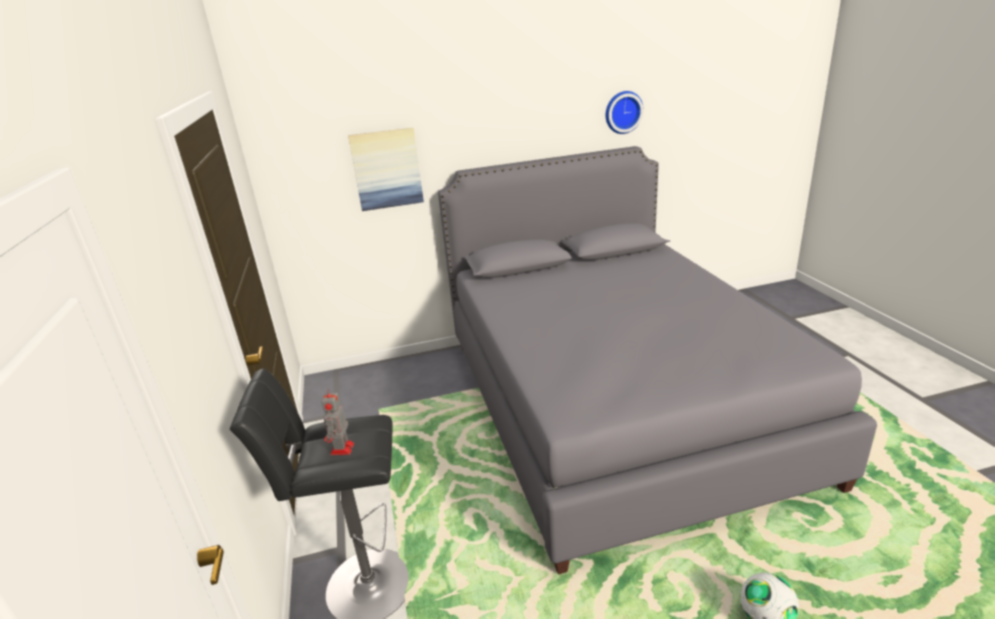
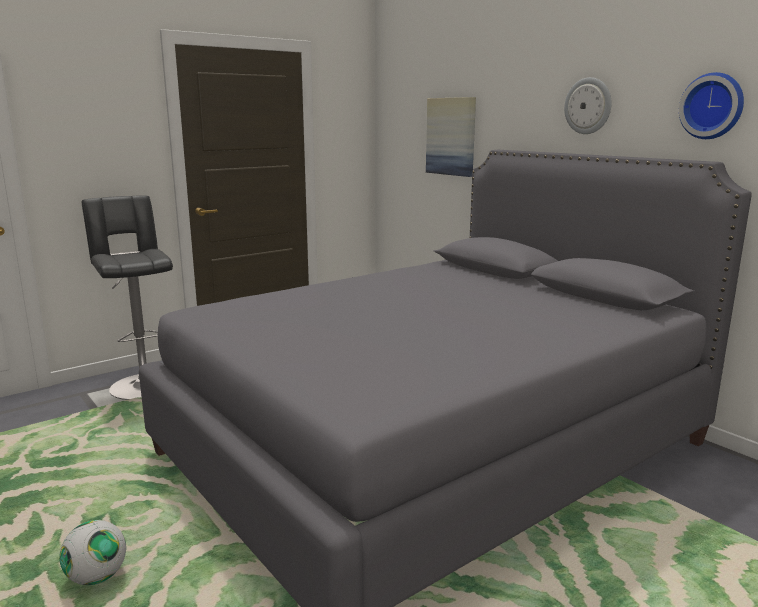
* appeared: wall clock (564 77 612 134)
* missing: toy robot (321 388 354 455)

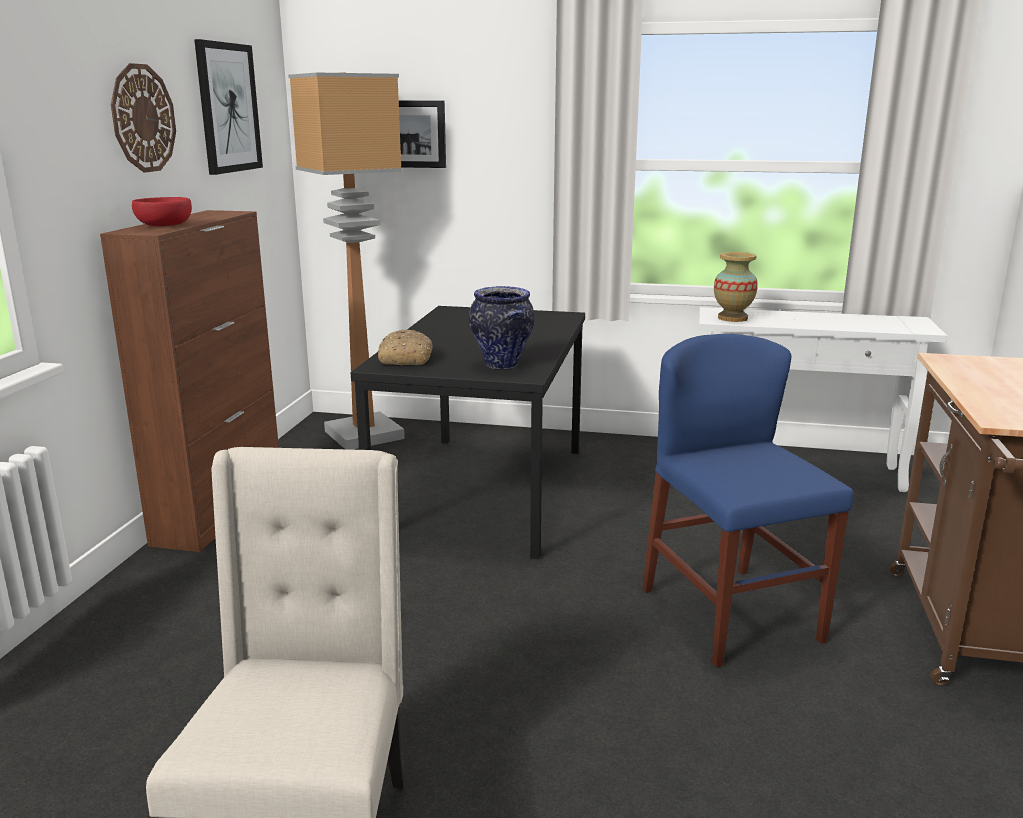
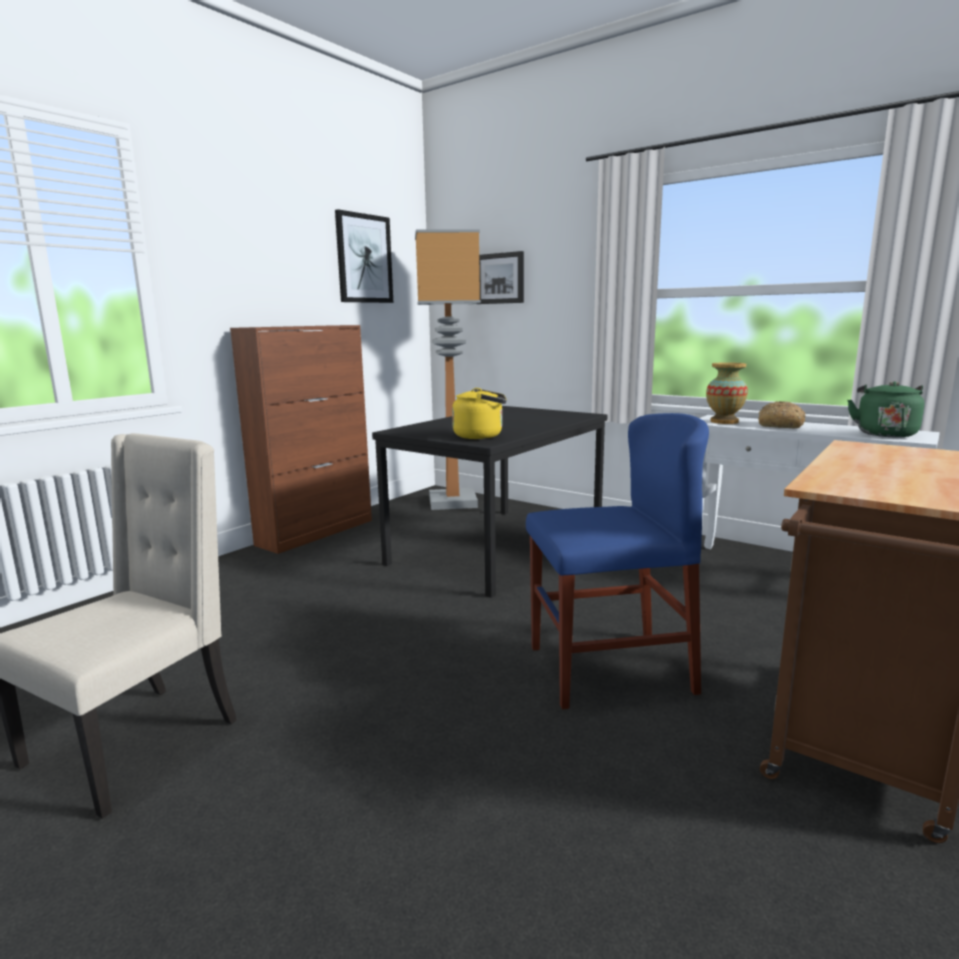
* exchanged: vase (469 286 534 369) to yellow kettle (452 388 507 439)
* spun: blue chair (642 334 854 667) = (526 413 709 709) 75 degrees clockwise
* relocated: bread (378 329 432 365) to (759 401 805 428)
* appeared: green kettle (848 381 924 437)
* missing: wall clock (111 63 176 173)
* missing: red bowl (132 197 192 226)

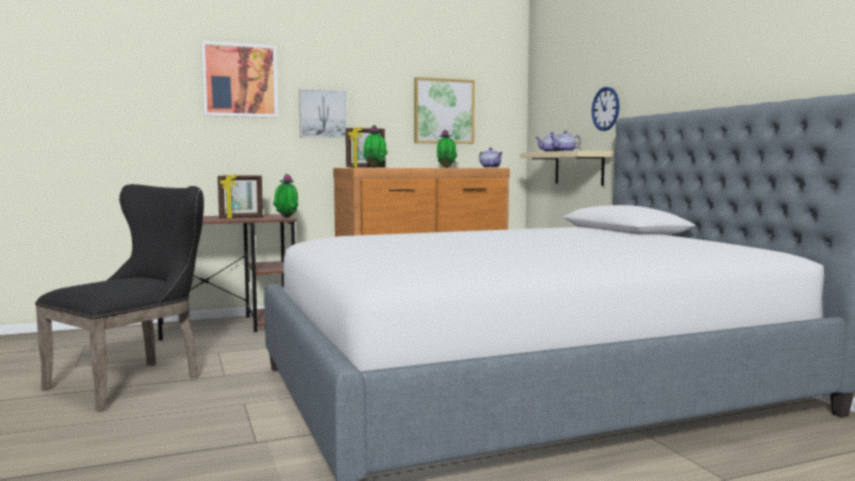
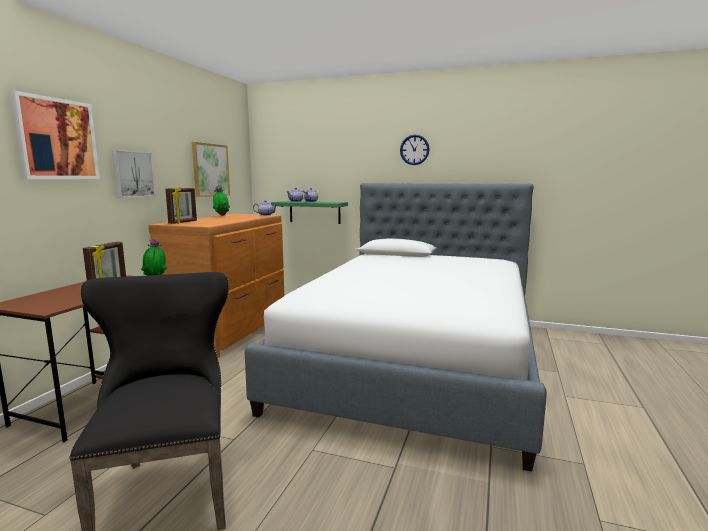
* colour: beige shelf (520 151 613 186) to green shelf (271 201 348 224)
* relocated: wall clock (591 87 619 131) to (400 135 430 165)
* missing: potted plant (363 125 388 168)

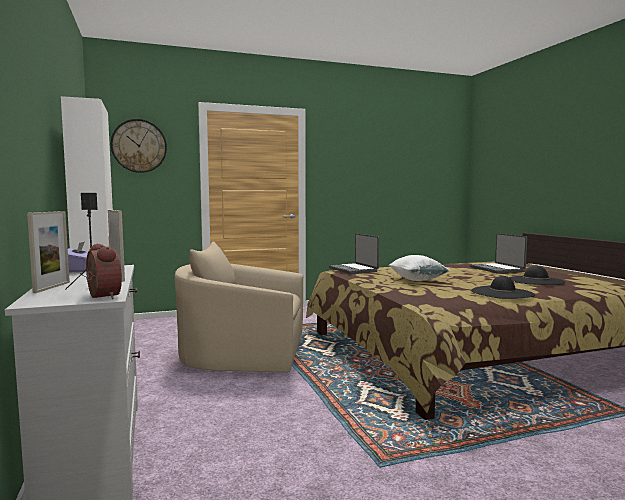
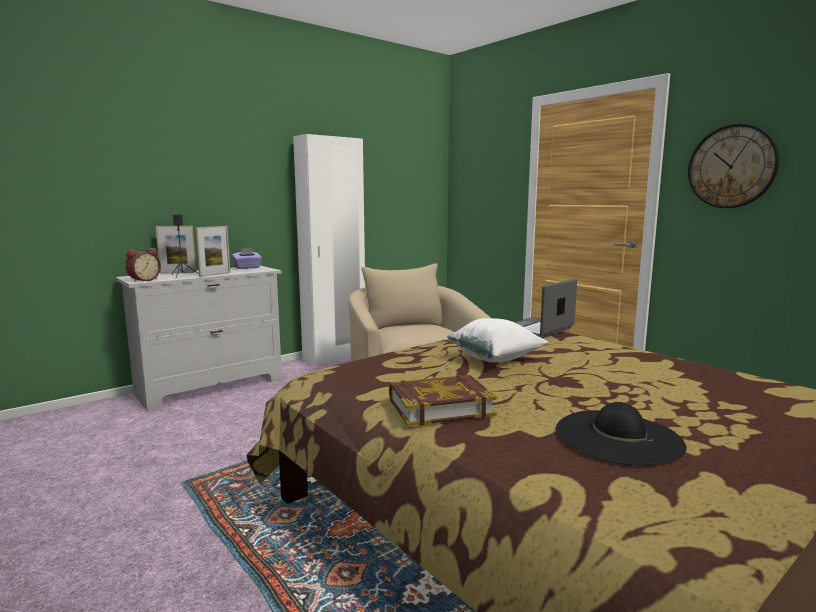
* exchanged: black hat (471 276 535 299) to book (389 375 498 426)
* relocated: wall clock (111 119 167 173) to (688 124 779 208)
* missing: laptop (470 233 527 274)

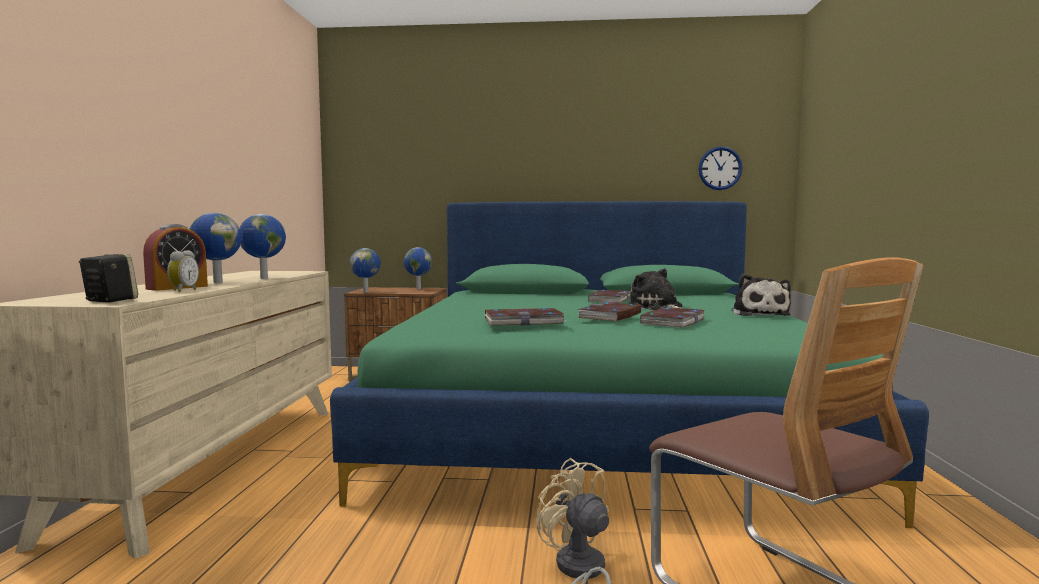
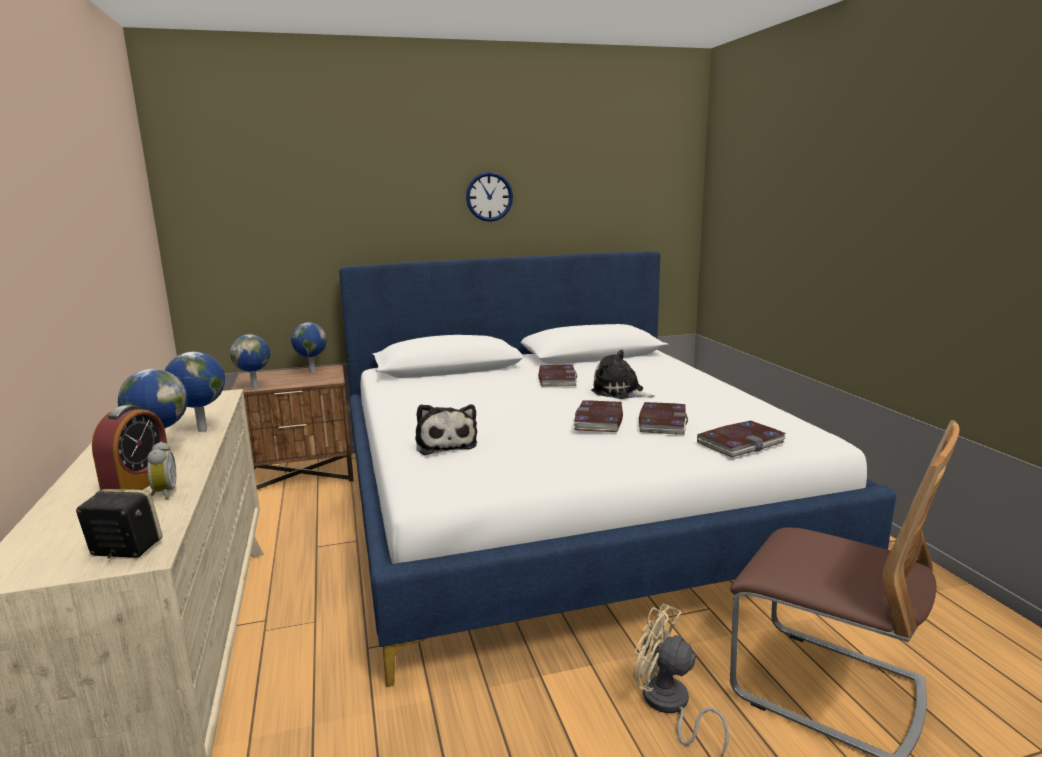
* colour: green bed (330 201 929 528) to white bed (339 251 896 687)
* relocated: plush toy (732 274 791 316) to (415 404 477 455)
* relocated: wall clock (698 147 743 190) to (466 172 513 222)
* relocated: book (484 308 566 325) to (697 421 786 457)

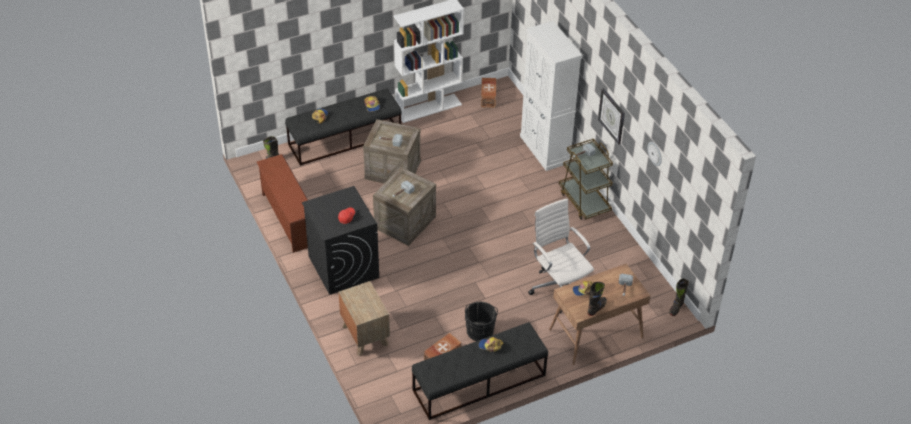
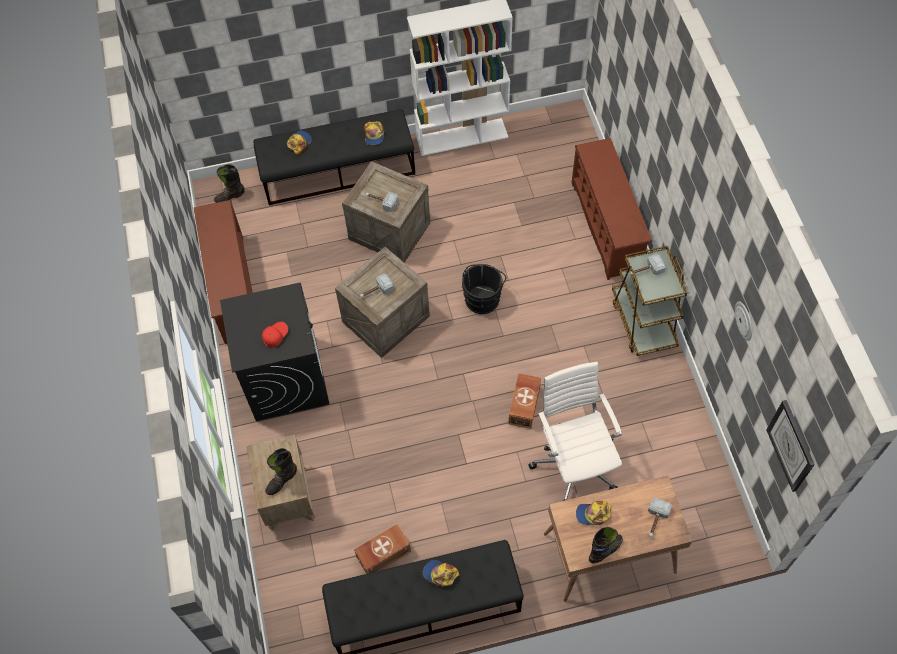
* relocated: black boot (669 279 689 316) to (265 448 297 495)
* relocated: black bucket (465 302 498 341) to (462 264 506 314)
* relocated: brown storage box (481 78 496 108) to (509 373 541 429)
* exchanged: white cabinet (520 21 582 171) to brown shoe rack (572 138 652 280)
* relocated: wall clock (598 88 625 145) to (766 400 815 492)

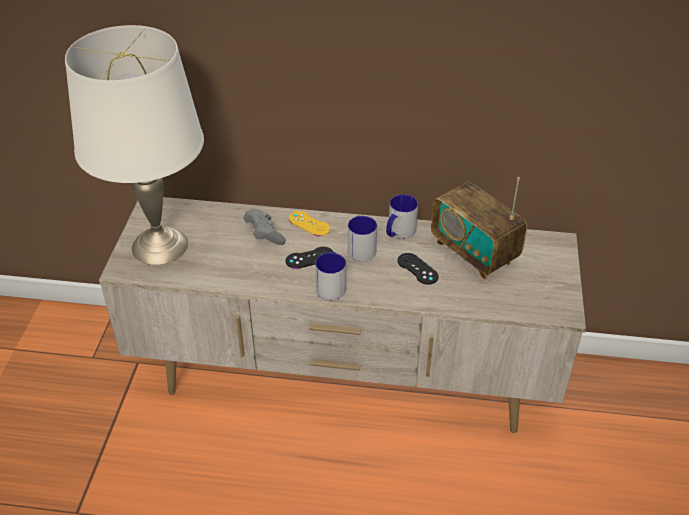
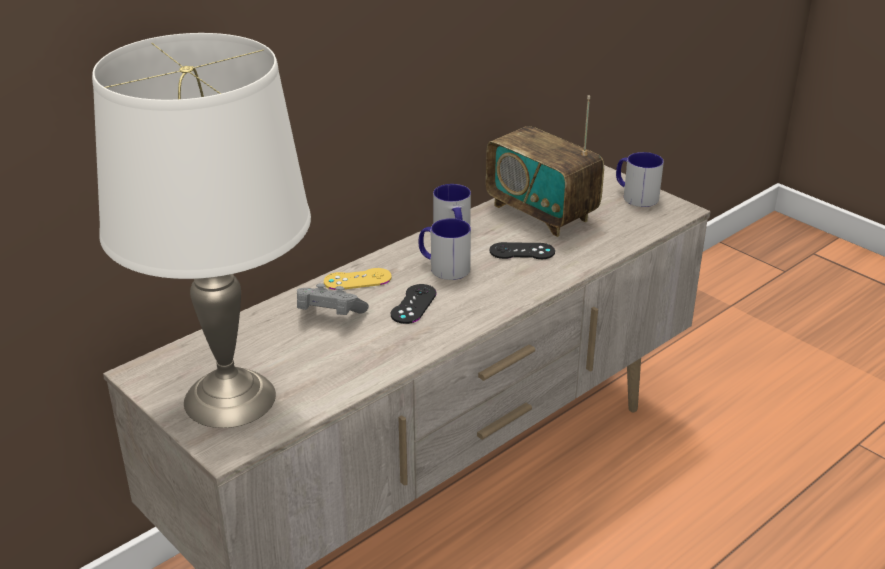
* spun: radio (431 177 527 279) = (486 95 604 237) 45 degrees clockwise
* relocated: mug (315 252 346 300) to (616 152 664 207)

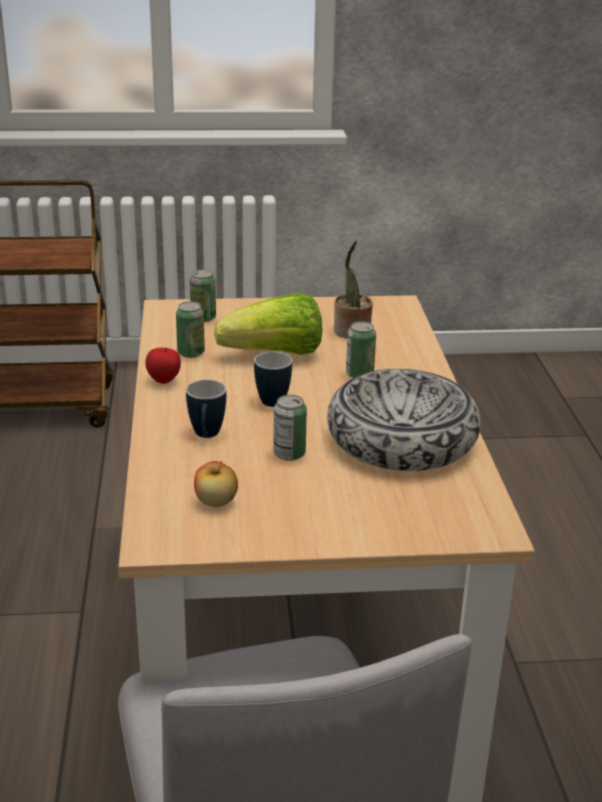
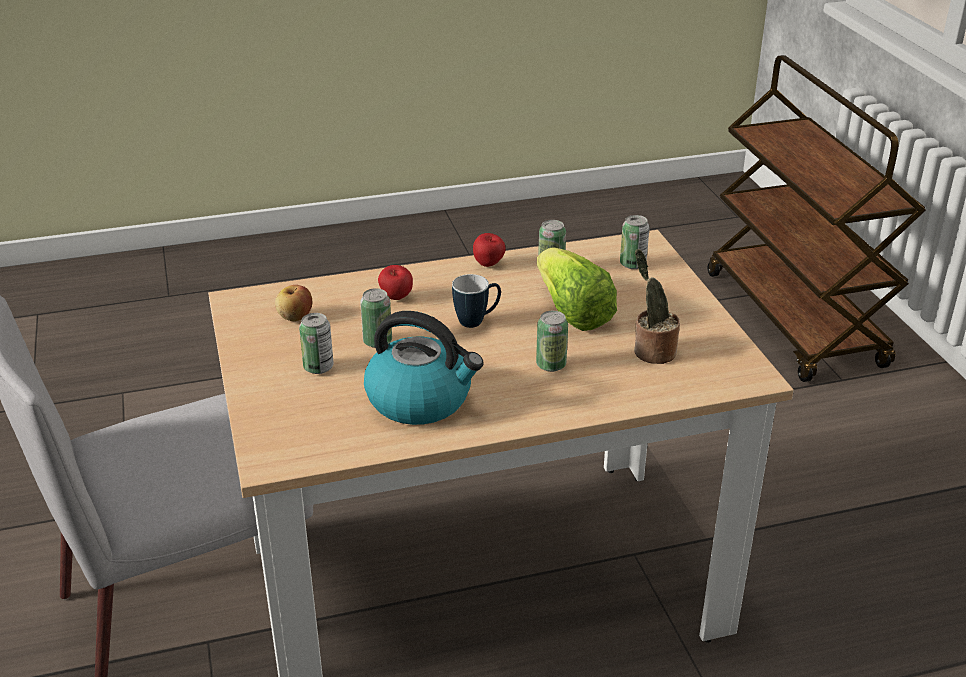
* appeared: can (299 313 334 374)
* exchanged: bowl (327 369 481 471) to kettle (364 311 484 425)
* exchanged: mug (186 380 226 438) to apple (378 265 413 300)

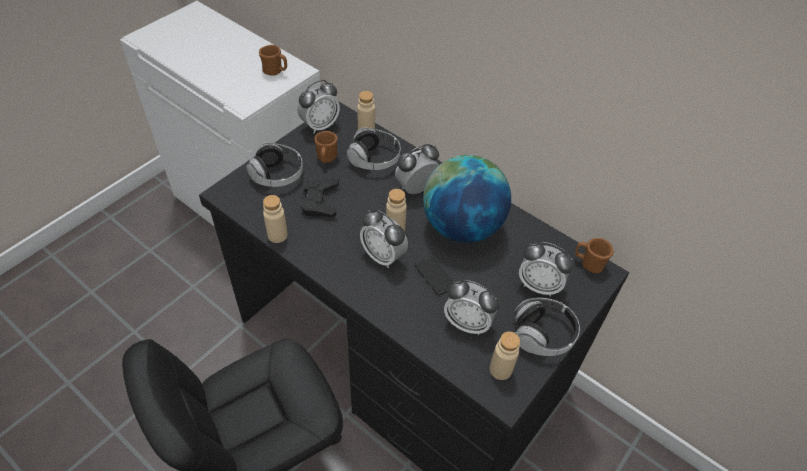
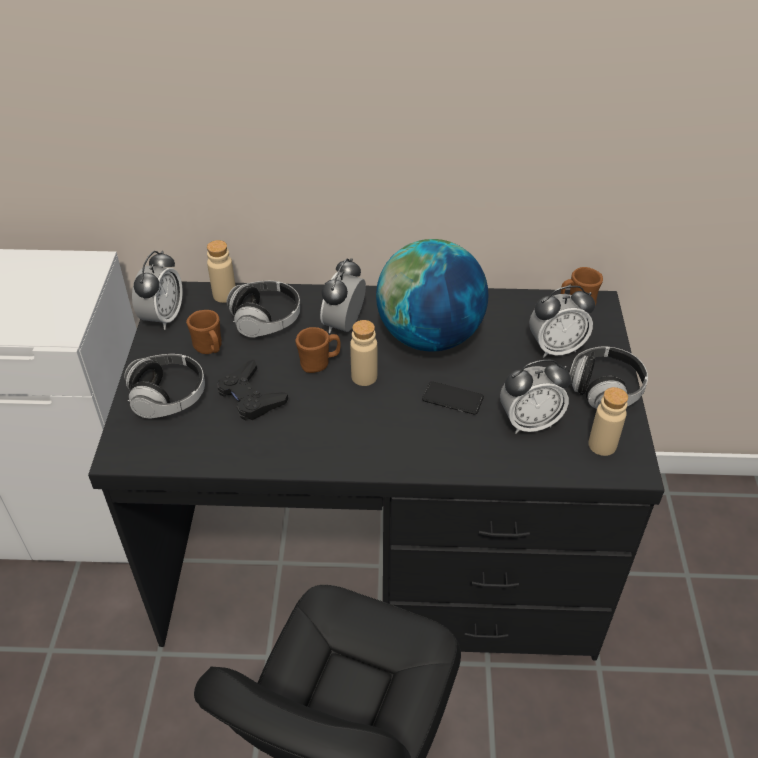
* relocated: brown mug (259 45 287 76) to (296 327 341 373)
* missing: beige bottle (263 195 288 243)
* missing: alarm clock (360 210 408 268)

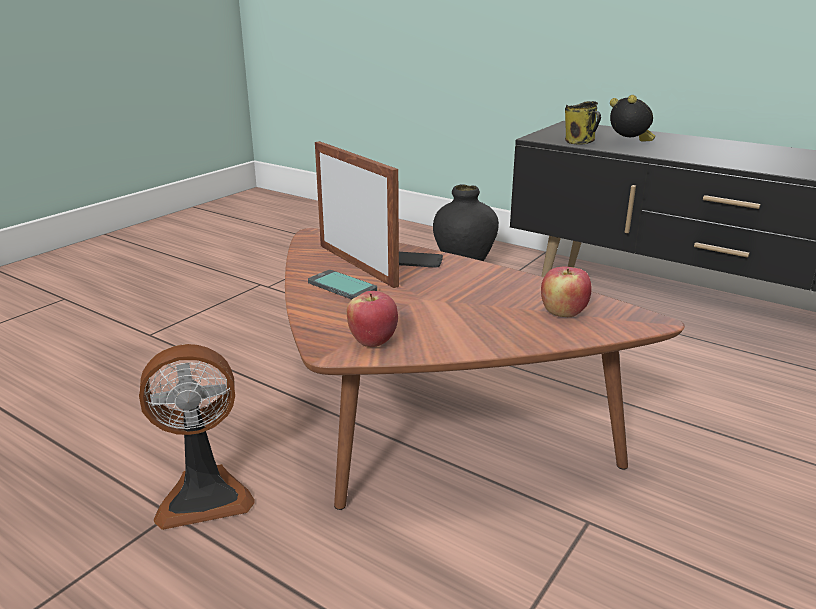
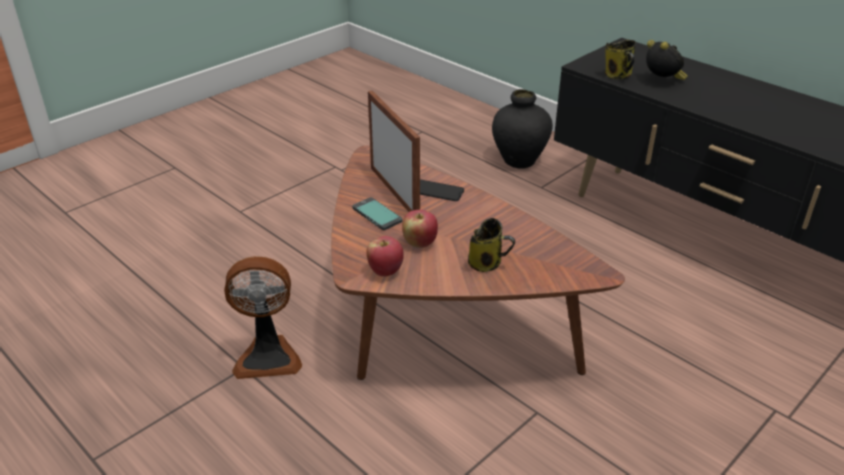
* relocated: apple (541 267 592 317) to (402 210 438 248)
* appeared: mug (468 218 515 272)

